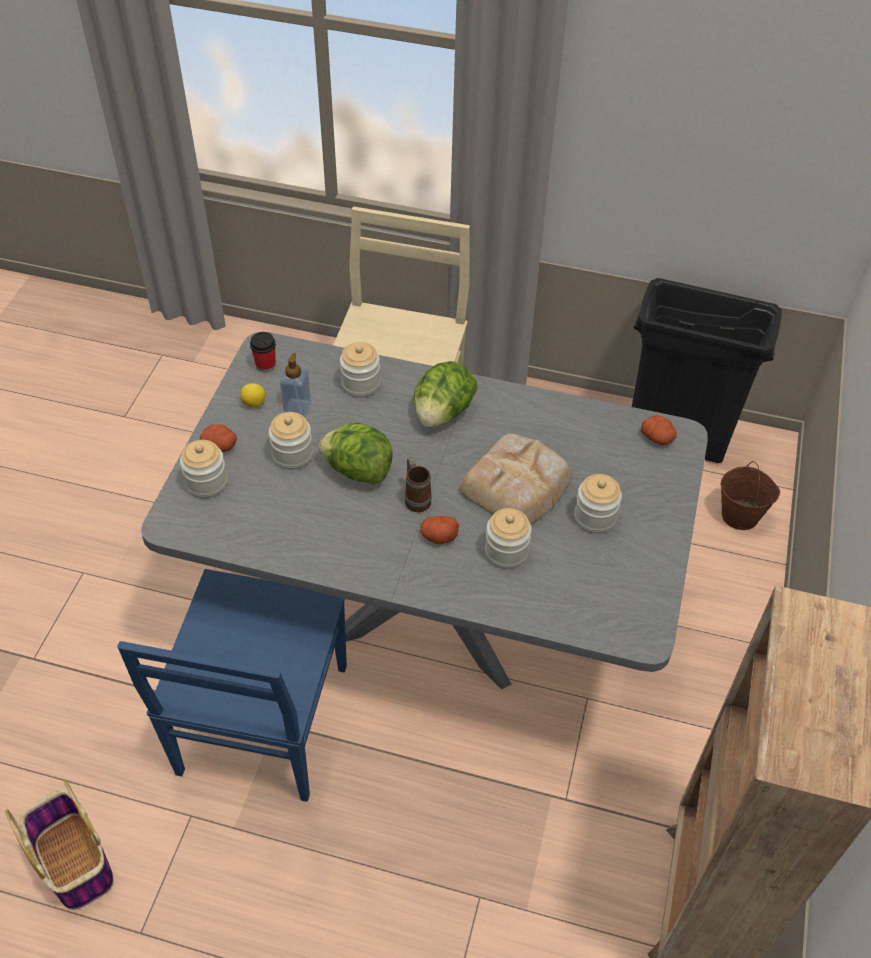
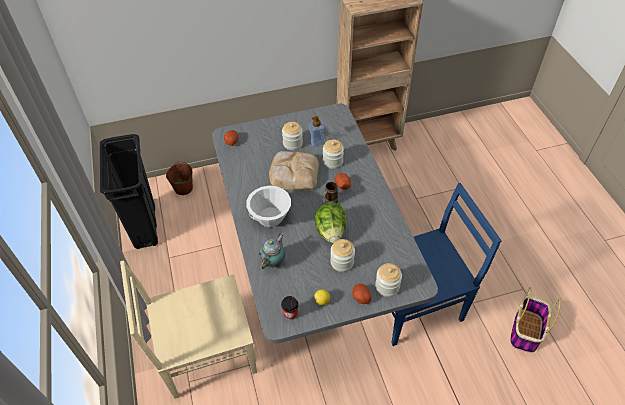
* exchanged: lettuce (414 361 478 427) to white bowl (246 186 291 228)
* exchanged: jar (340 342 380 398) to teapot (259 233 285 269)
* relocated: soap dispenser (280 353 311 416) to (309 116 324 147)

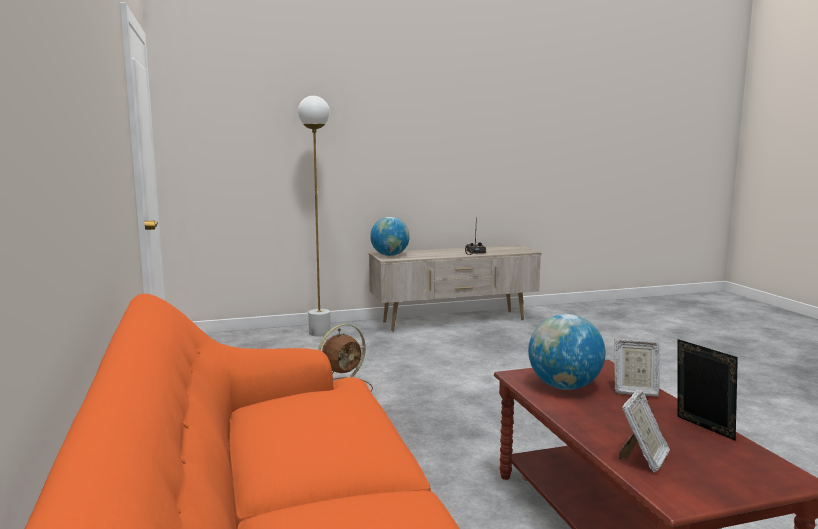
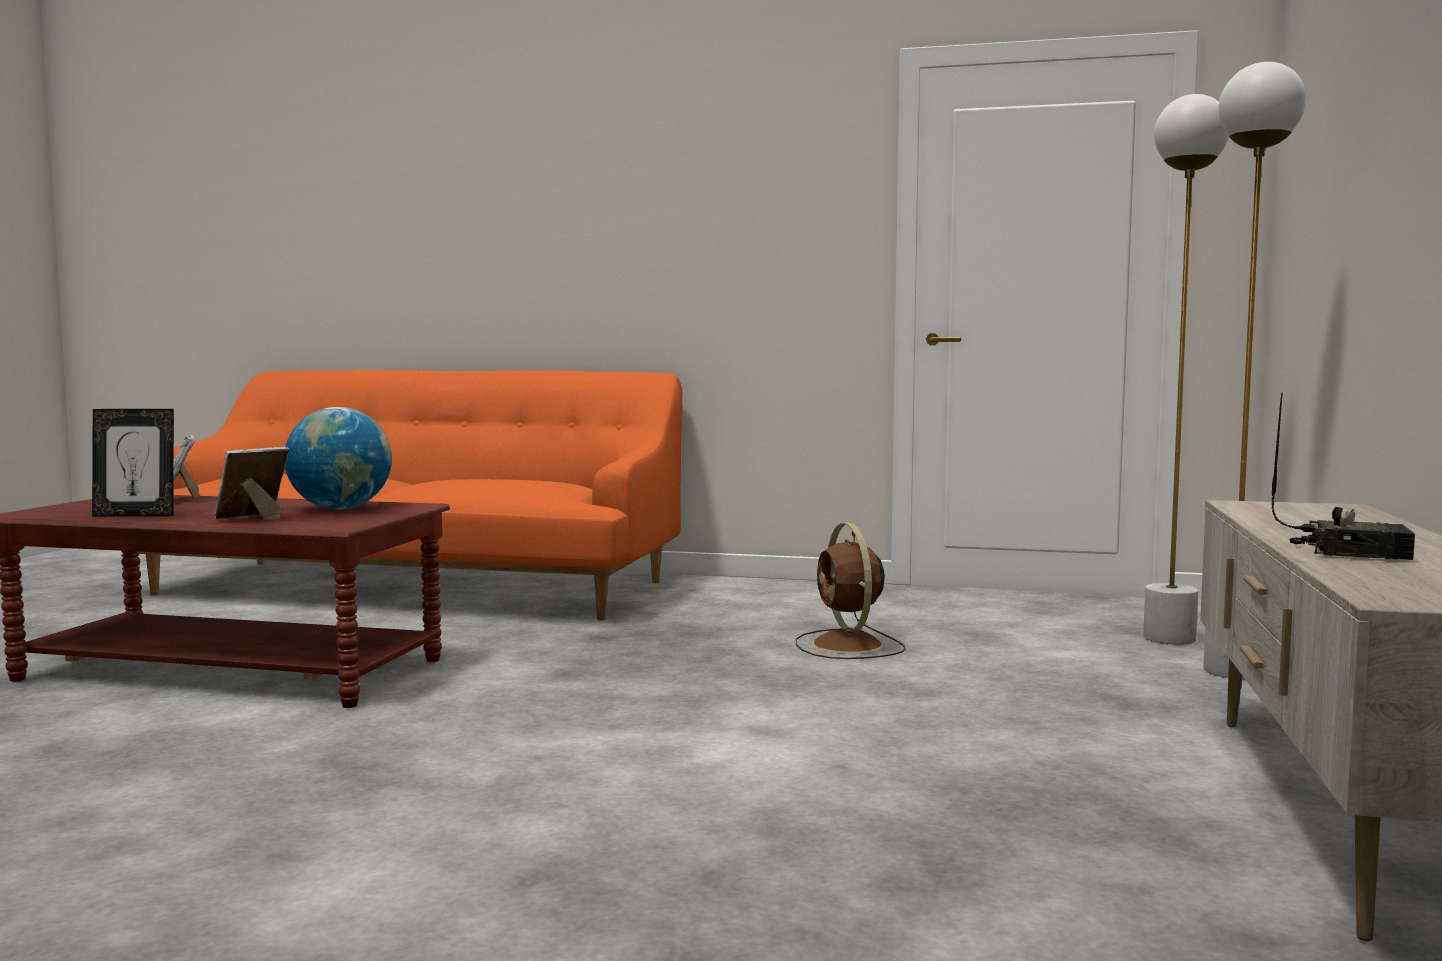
* appeared: white floor lamp (1143 94 1229 645)
* missing: globe (370 217 410 256)

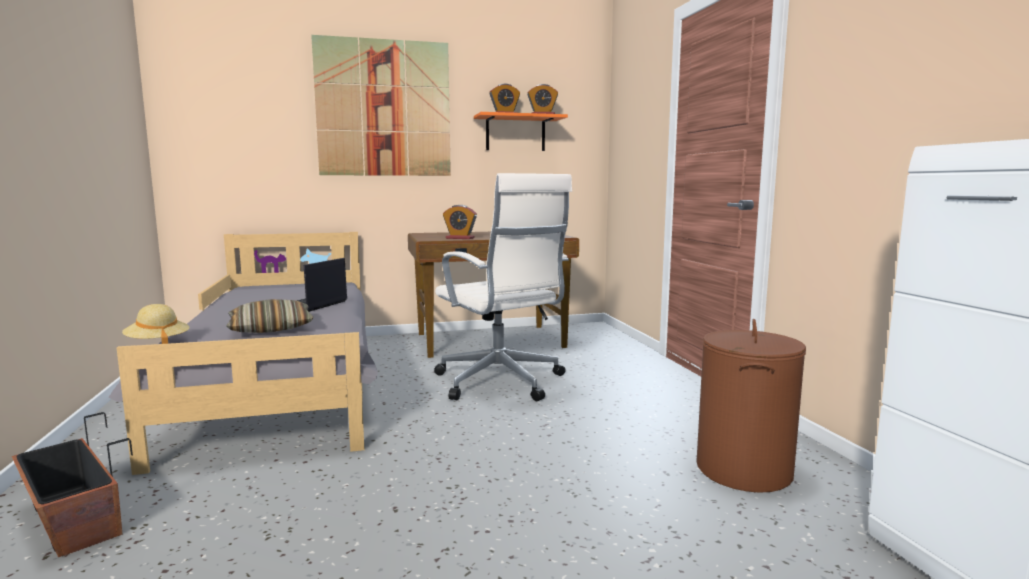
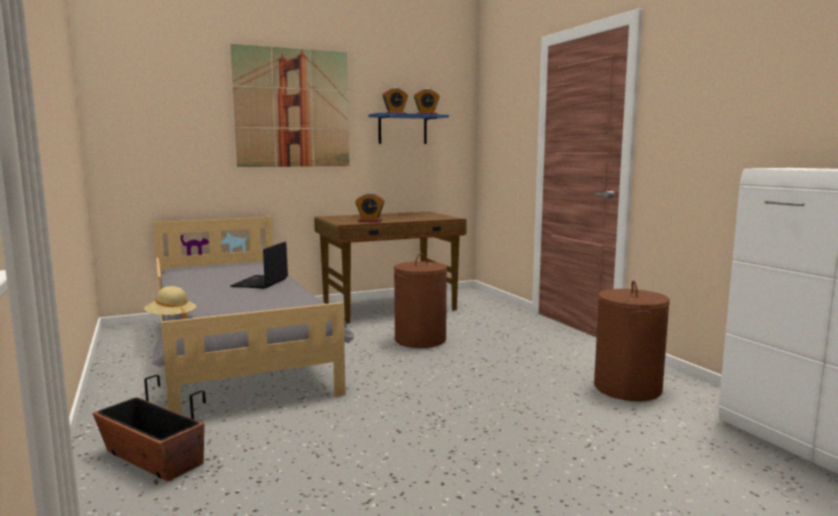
* colour: orange shelf (474 112 568 151) to blue shelf (368 113 449 144)
* exchanged: white office chair (434 173 572 401) to brown laundry basket (394 254 447 348)
* missing: pillow (226 299 314 333)

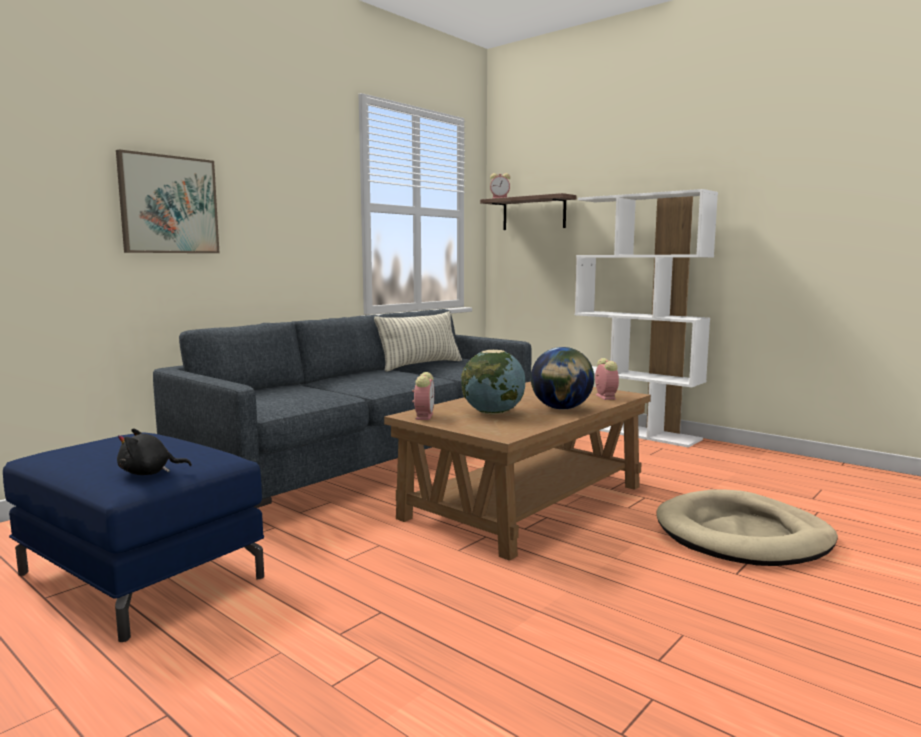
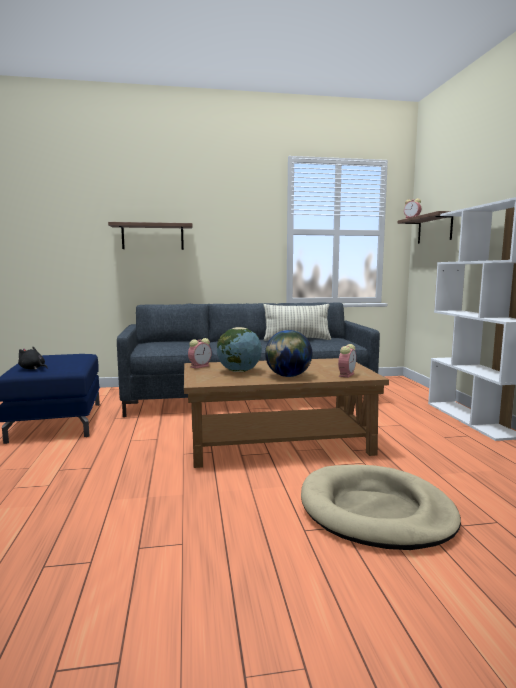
* exchanged: picture (116 149 220 253) to shelf (108 222 192 250)

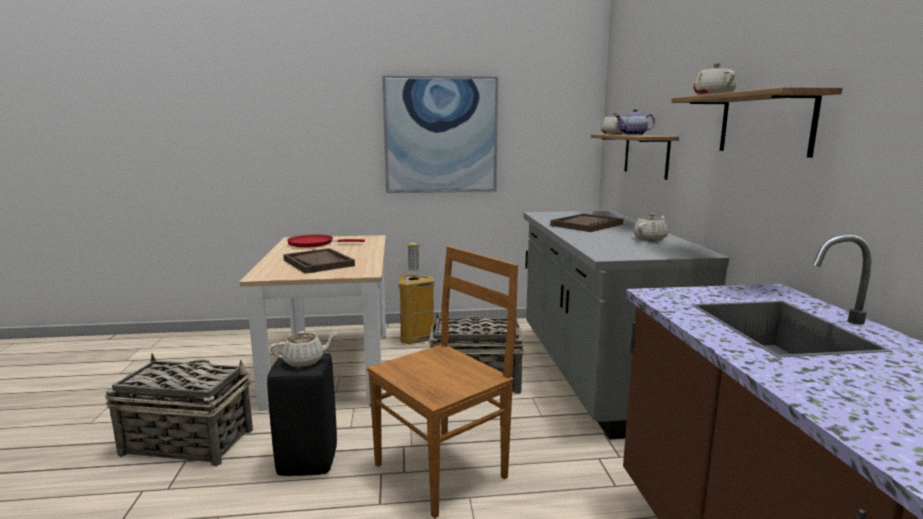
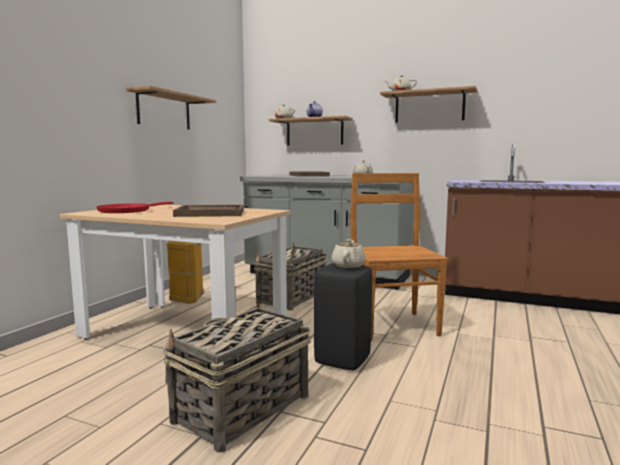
* exchanged: picture (382 75 498 193) to shelf (126 86 216 129)

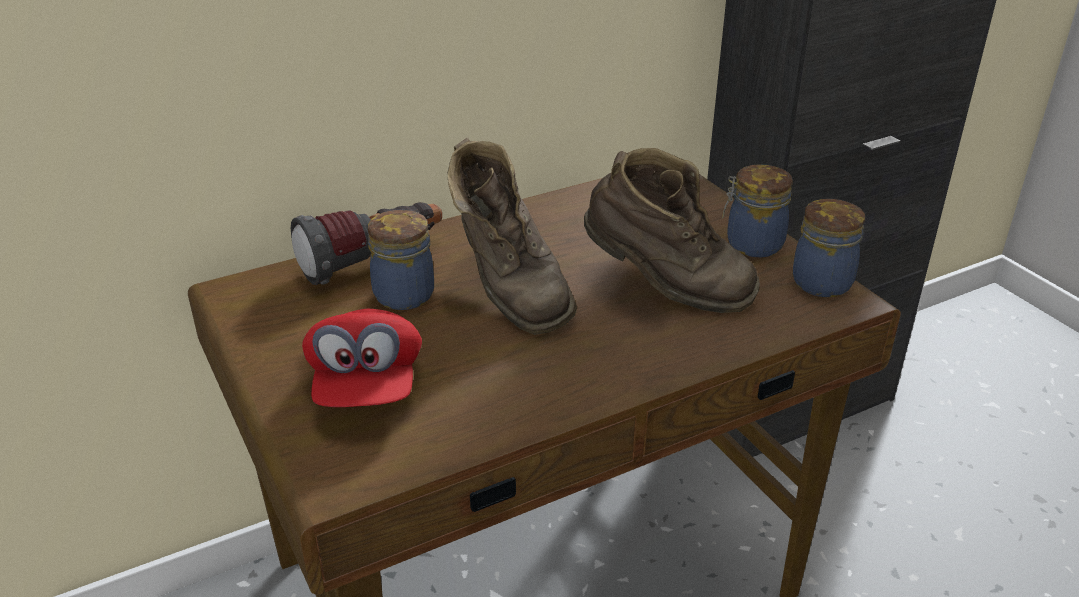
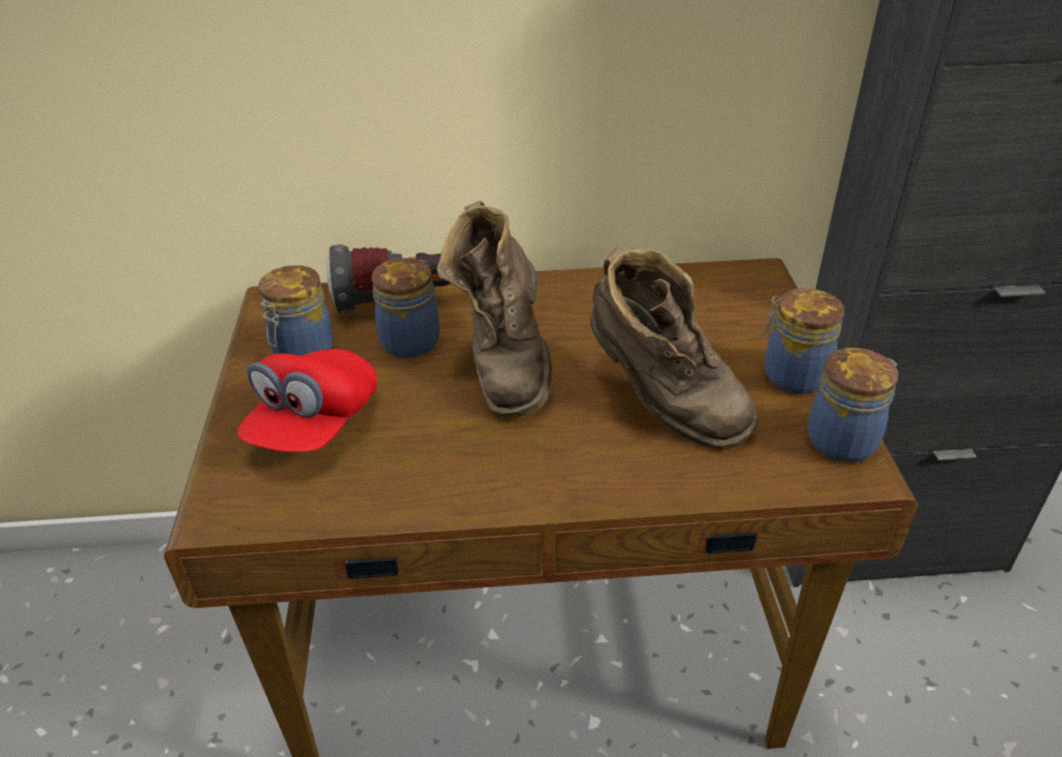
* appeared: jar (259 265 334 356)

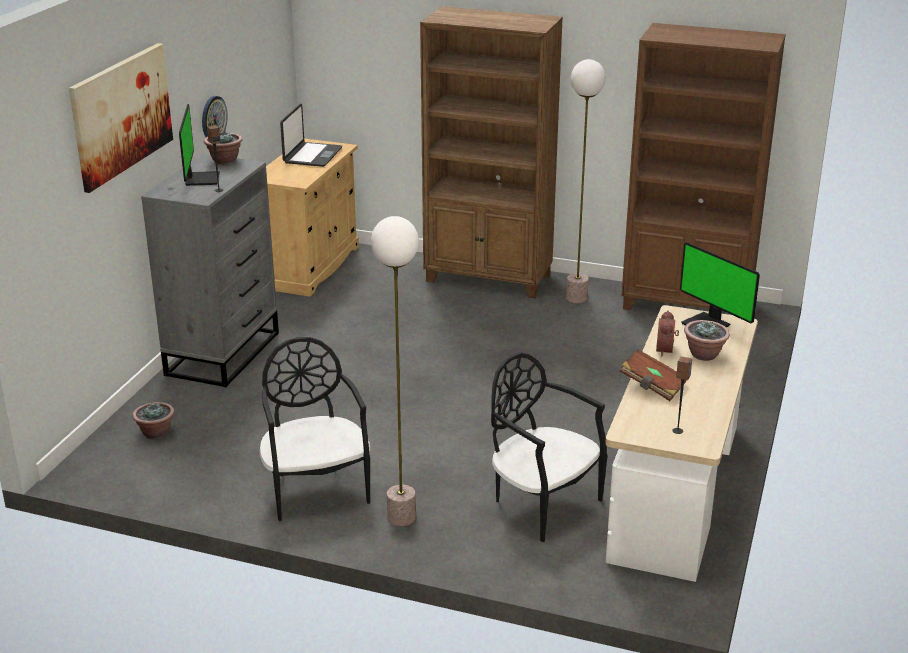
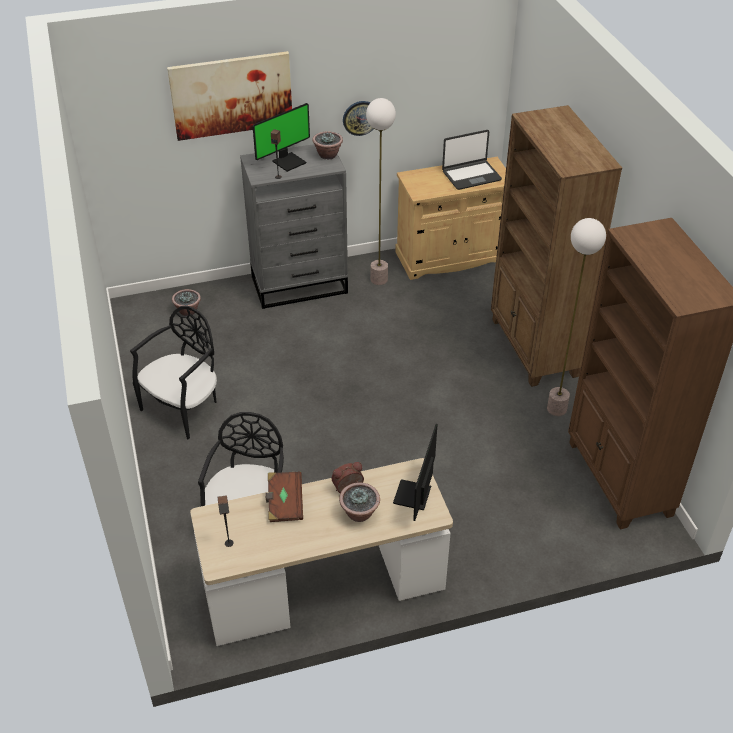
* relocated: floor lamp (371 216 419 526) to (366 98 396 285)

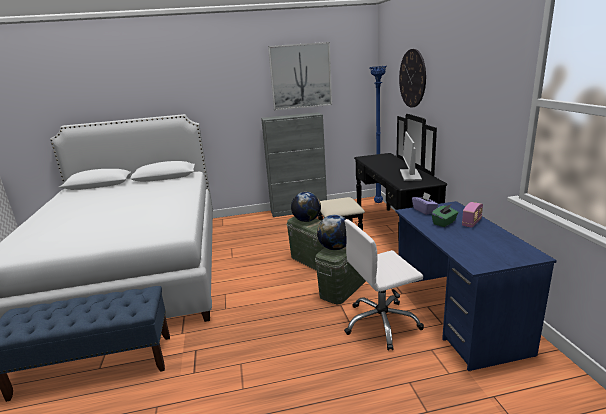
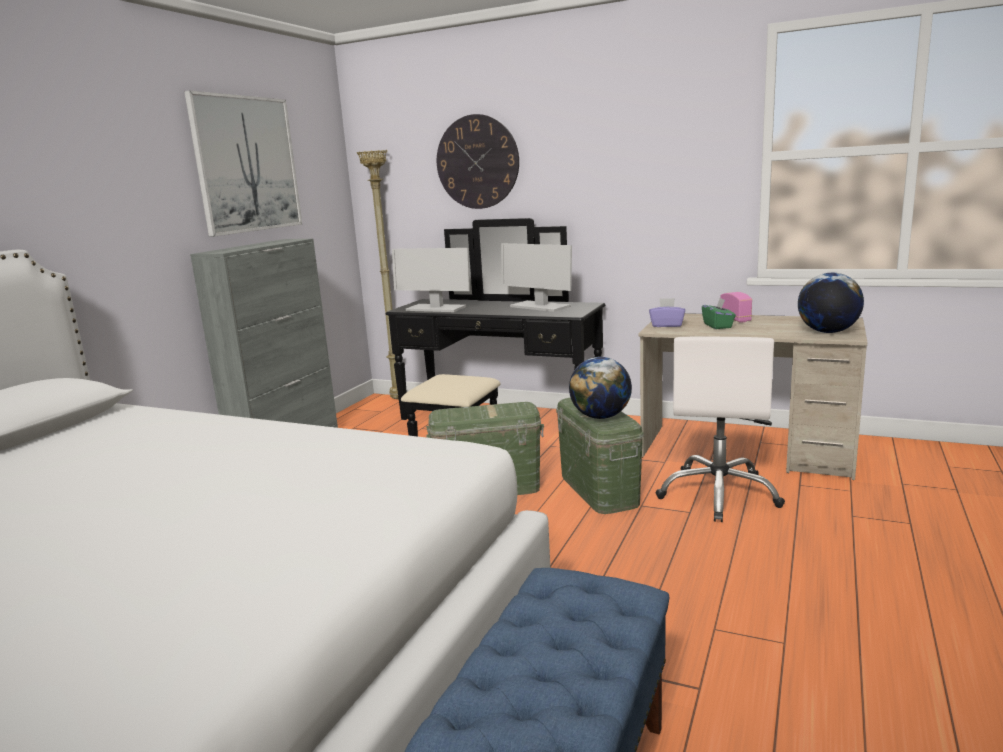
* colour: blue floor lamp (369 66 387 203) to beige floor lamp (357 150 399 400)
* appeared: monitor (392 248 470 312)
* colour: blue desk (395 201 557 371) to beige desk (639 313 867 480)
* relocated: globe (291 192 321 222) to (798 273 864 333)

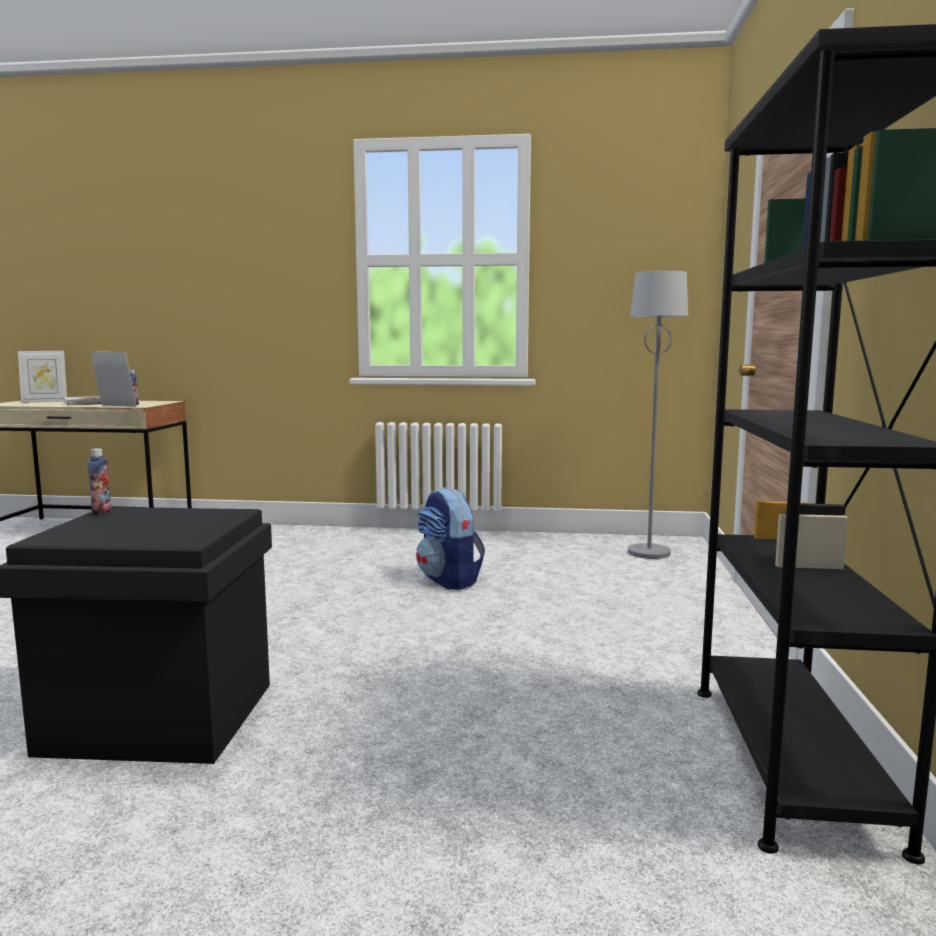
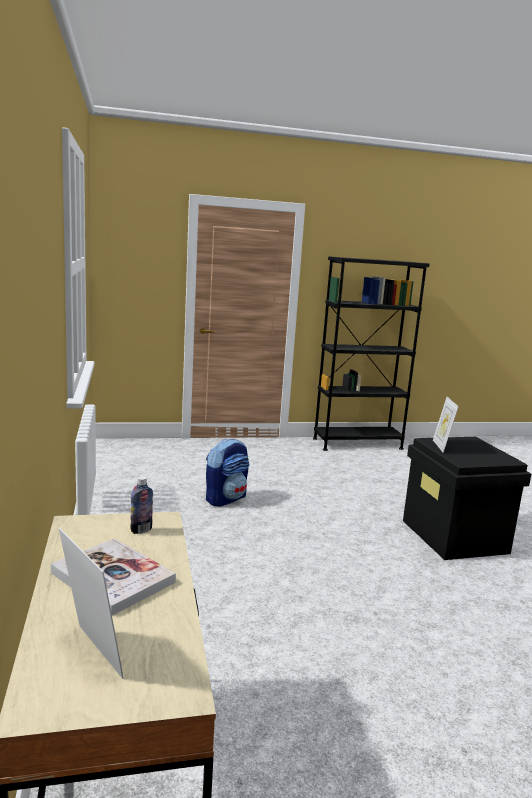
* relocated: picture frame (91 352 137 407) to (433 397 459 453)
* missing: bottle (88 448 111 516)
* missing: grey floor lamp (628 271 688 559)

